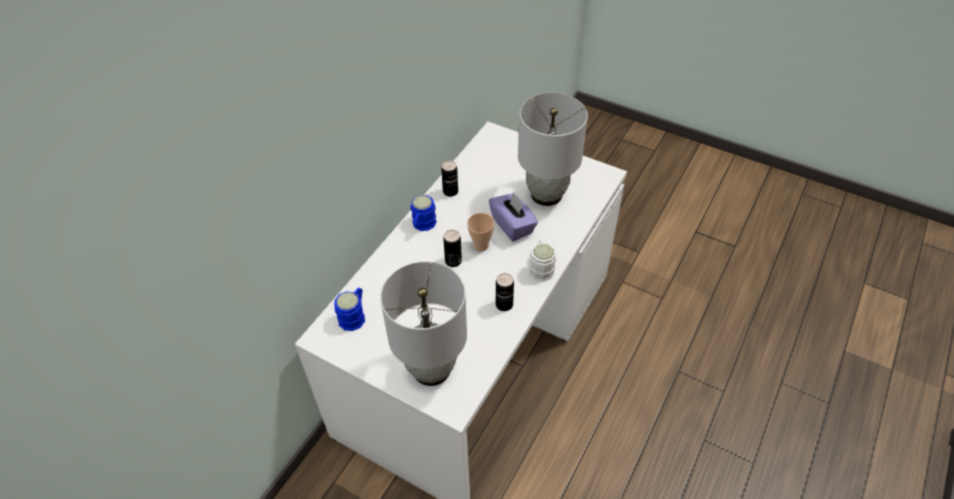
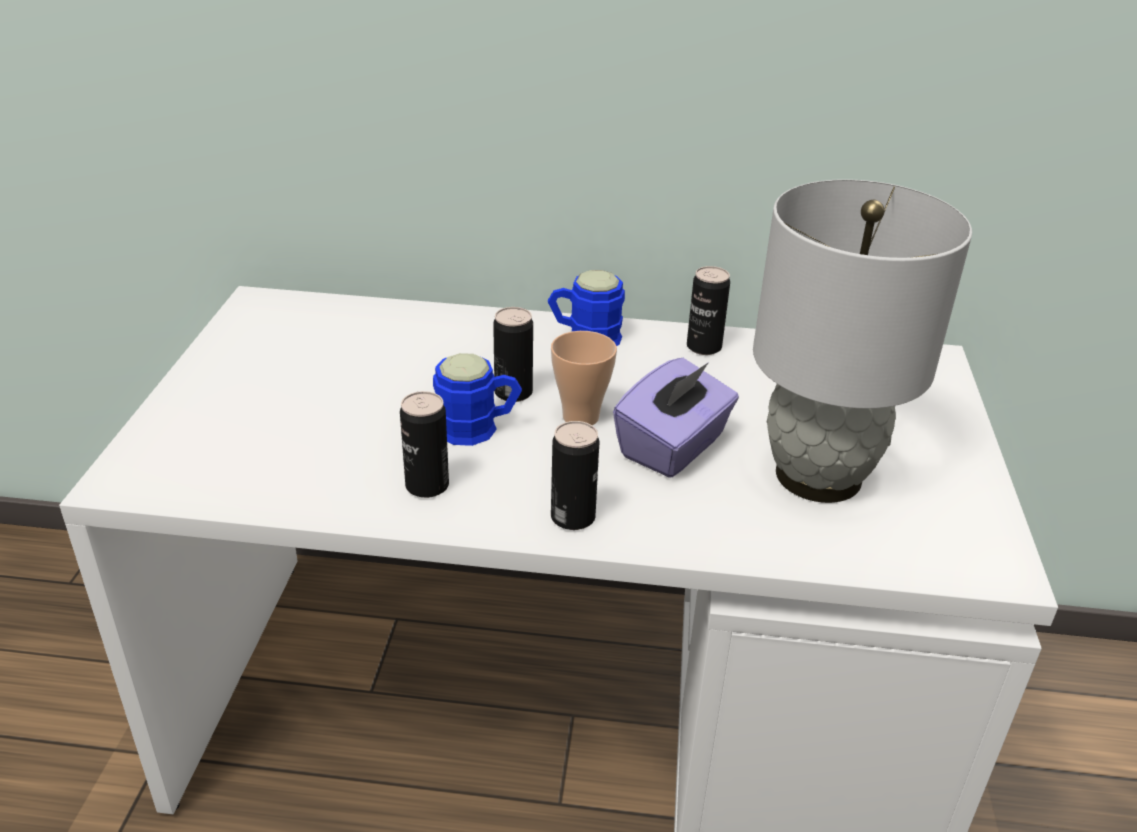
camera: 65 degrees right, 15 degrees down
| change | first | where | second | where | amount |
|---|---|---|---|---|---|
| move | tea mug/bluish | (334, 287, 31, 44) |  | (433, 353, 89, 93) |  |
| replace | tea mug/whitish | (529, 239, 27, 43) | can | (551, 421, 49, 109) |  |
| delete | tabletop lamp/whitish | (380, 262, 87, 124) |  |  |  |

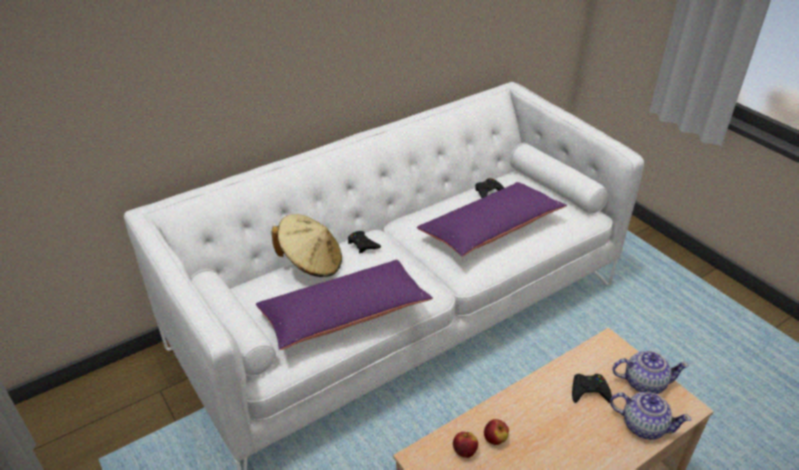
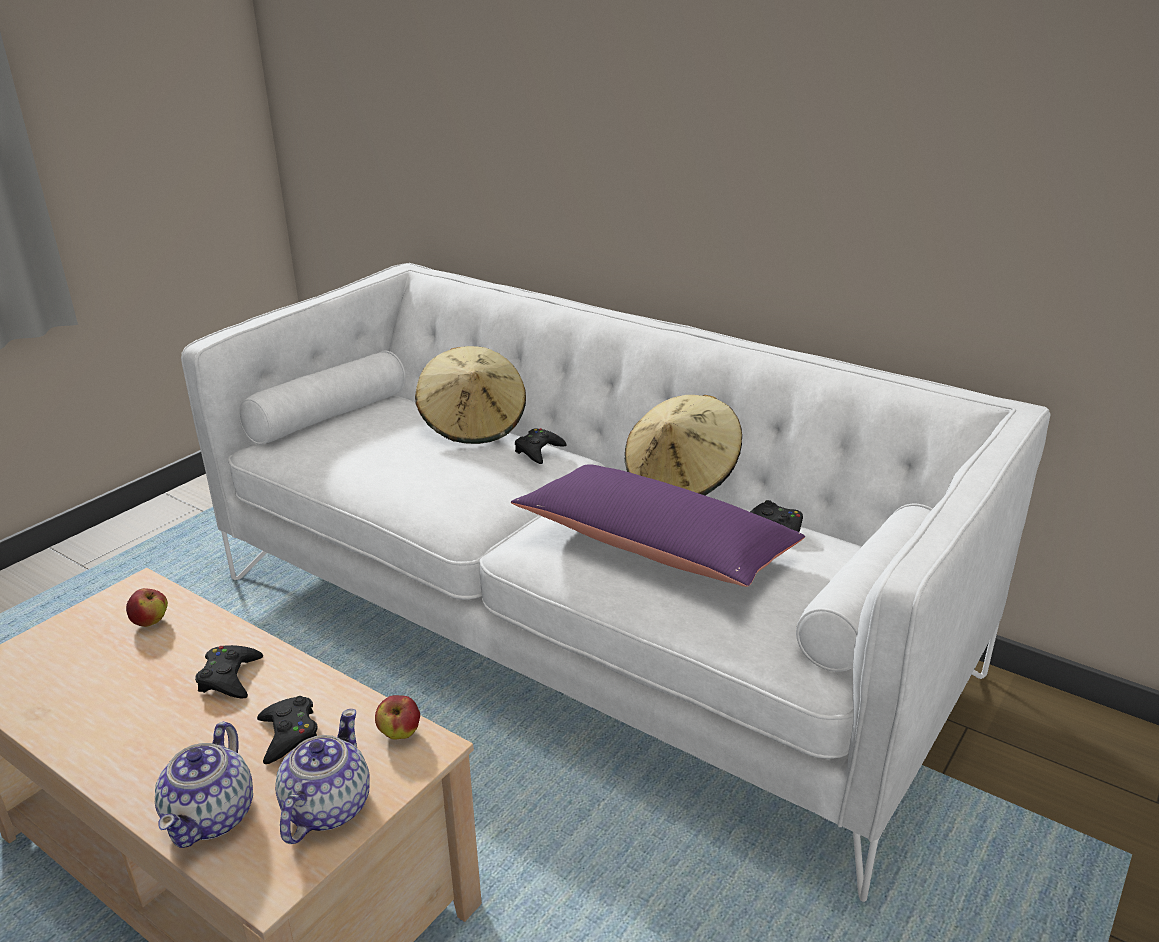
camera: 70 degrees right, 10 degrees down
| change | first | where | second | where | amount |
|---|---|---|---|---|---|
| insert |  |  | game controller/black-coloured | (195, 645, 68, 54) |  |
| rotate | pot for tea | (612, 351, 77, 43) |  | (275, 709, 95, 135) | 150 degrees counterclockwise |
| move | apple fruit | (484, 419, 25, 26) |  | (375, 695, 45, 45) |  |
| insert |  |  | wearable hat/beige-coloured | (625, 395, 117, 101) |  |
| delete | cushion/purplish | (256, 260, 177, 90) |  |  |  |

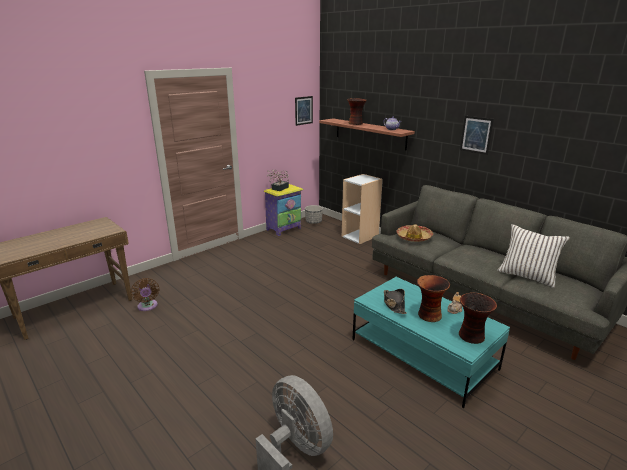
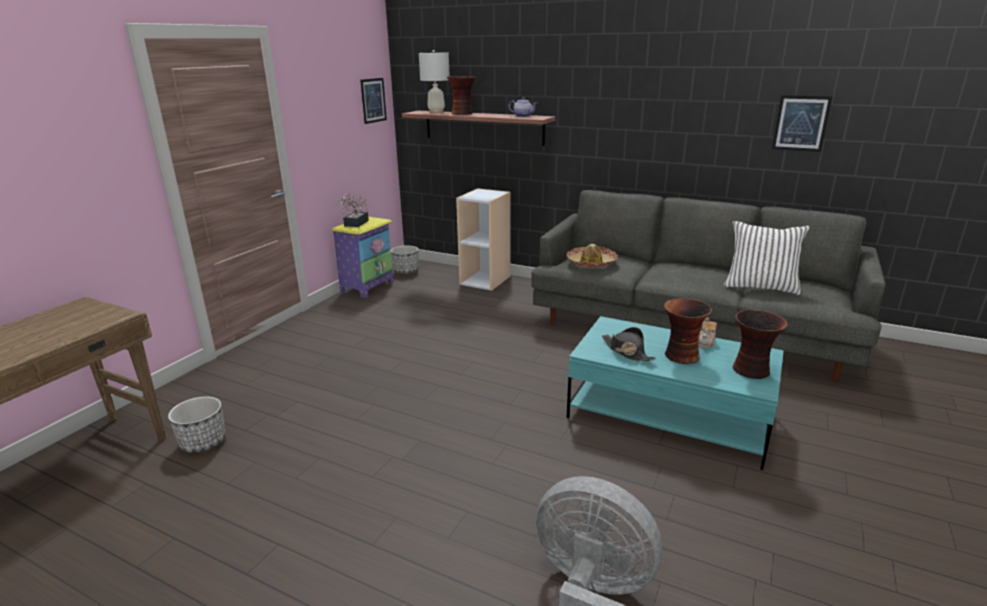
camera: 20 degrees left, 0 degrees up
| change | first | where | second | where | amount |
|---|---|---|---|---|---|
| replace | electric fan/brownish | (131, 278, 28, 33) | planter | (168, 396, 58, 57) |  |
| insert |  |  | tabletop lamp/whitish | (419, 50, 31, 63) |  |
| move | picture | (460, 116, 34, 39) |  | (772, 95, 61, 57) |  |

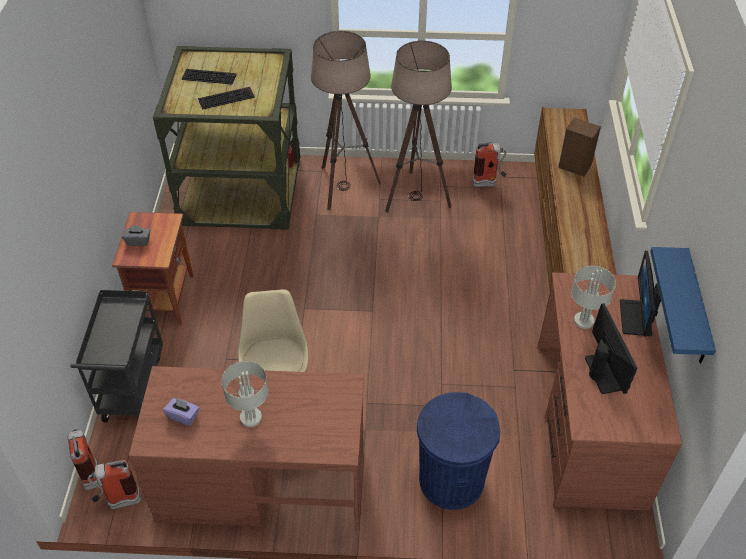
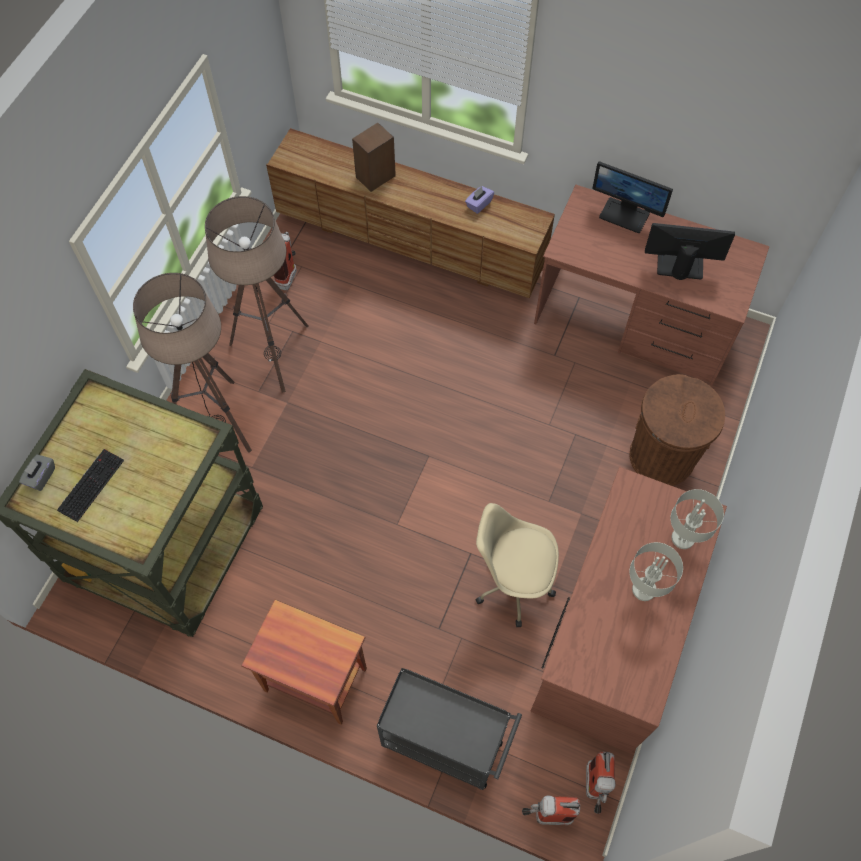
camera: 70 degrees left, 15 degrees up
| change | first | where | second | where | amount |
|---|---|---|---|---|---|
| move | box of tissues/grey | (122, 225, 28, 21) |  | (19, 454, 36, 37) |  |
| move | box of tissues/purplish | (163, 398, 36, 28) |  | (465, 186, 29, 28) |  |
| recolor | waste bin/bluish | (417, 392, 83, 118) | waste bin/brownish | (630, 374, 95, 112) |  |
| move | tabletop lamp/grey | (571, 266, 45, 63) |  | (670, 489, 54, 60) |  |
| delete | keyboard | (198, 87, 57, 23) |  |  |  |
| delete | wall shelf/bluish | (650, 247, 66, 116) |  |  |  |

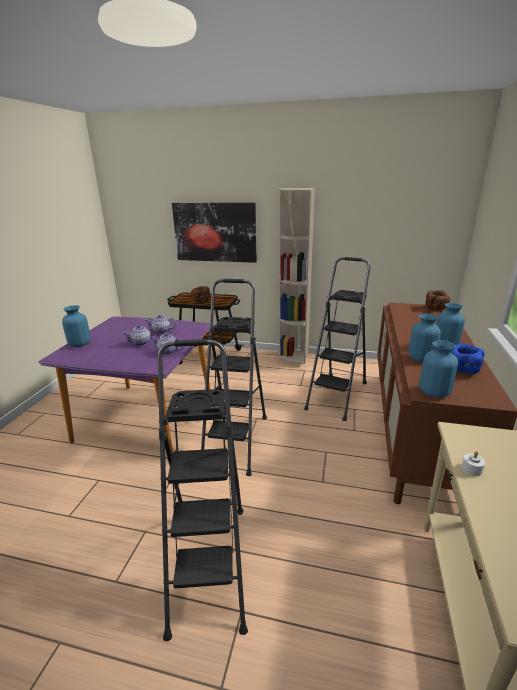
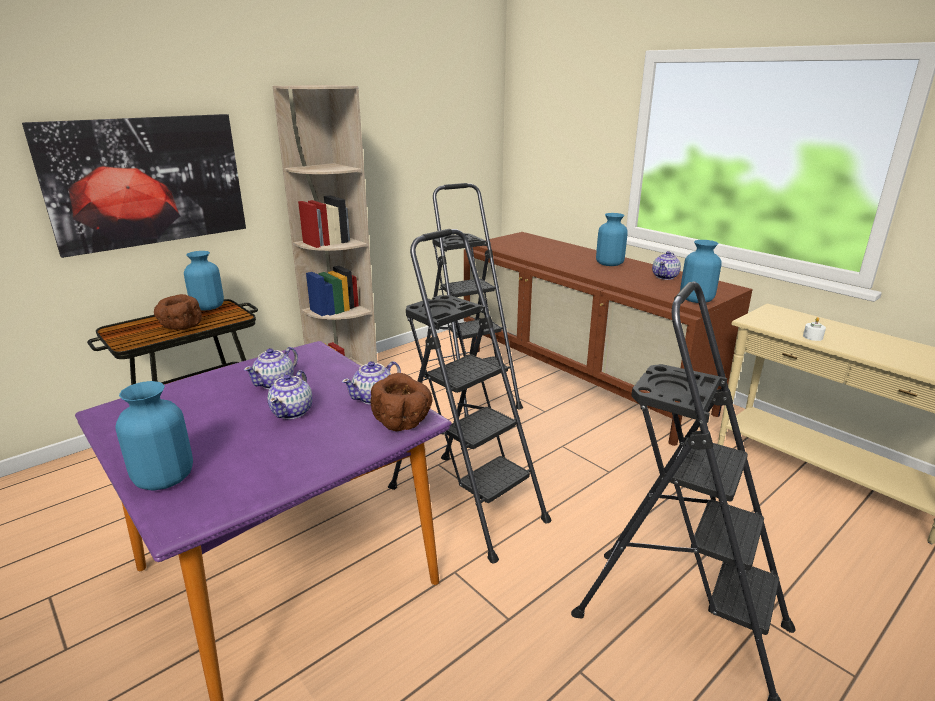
camera: 55 degrees left, 0 degrees up
| change | first | where | second | where | amount |
|---|---|---|---|---|---|
| move | vase/bluish | (408, 314, 33, 48) |  | (184, 251, 40, 60) |  |
| move | deep dish/brownish | (425, 290, 25, 20) |  | (371, 373, 62, 58) |  |
| replace | deep dish/bluish | (451, 343, 34, 31) | pot for tea | (652, 251, 29, 29) |  |

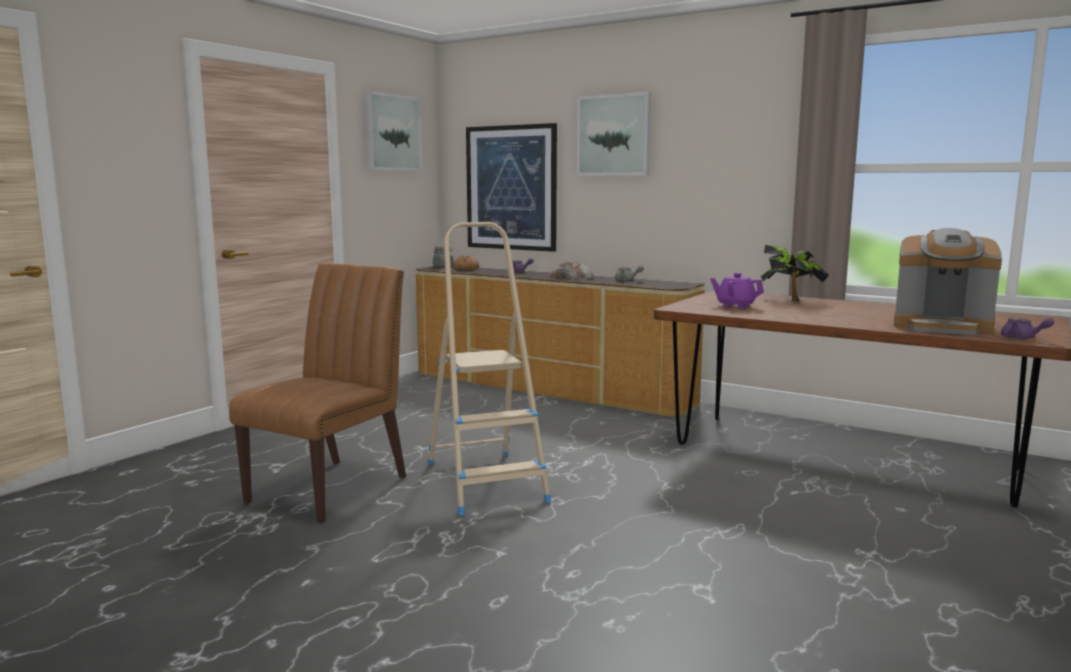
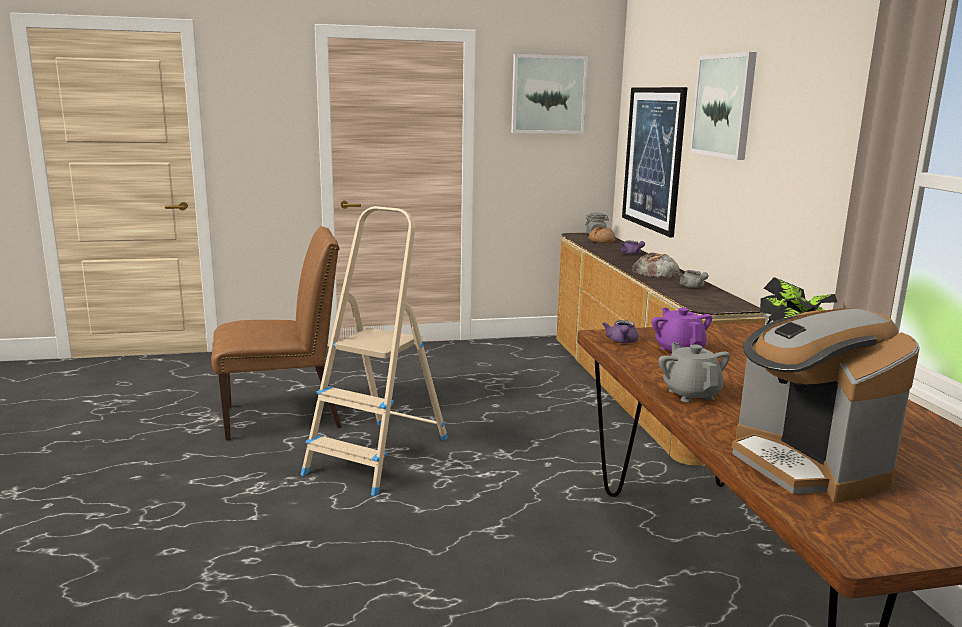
camera: 45 degrees right, 5 degrees up
| change | first | where | second | where | amount |
|---|---|---|---|---|---|
| move | pot for tea/purplish | (1001, 318, 53, 21) |  | (602, 320, 37, 23) |  |
| insert |  |  | pot for tea/grey | (659, 343, 71, 59) |  |

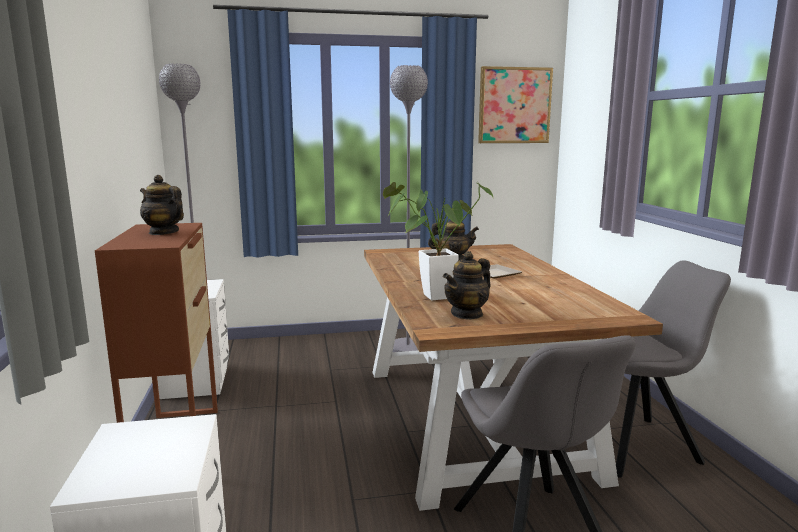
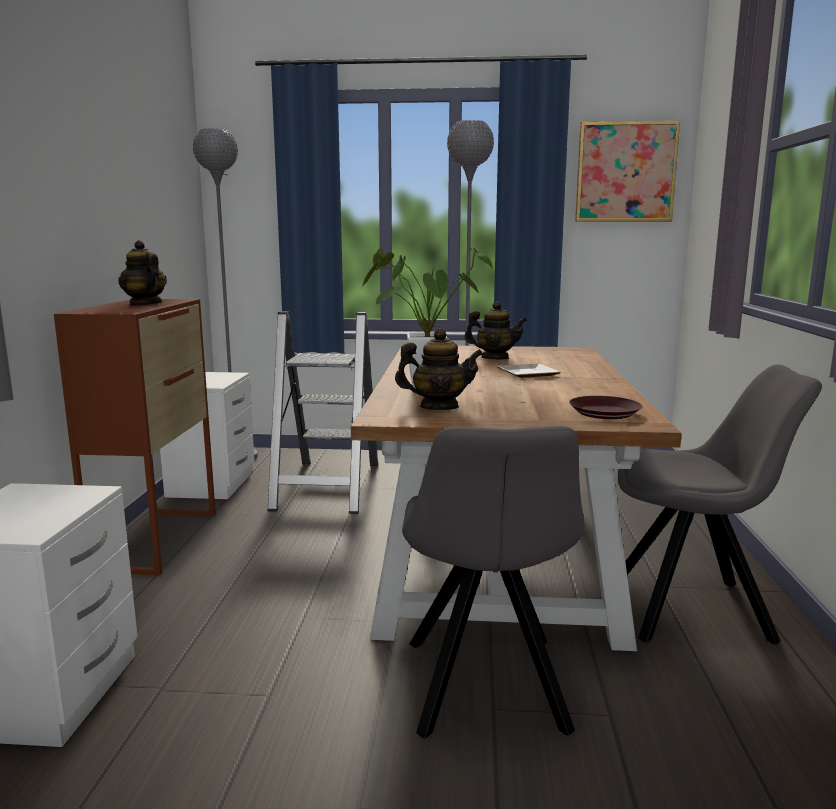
camera: 15 degrees right, 0 degrees up
| change | first | where | second | where | amount |
|---|---|---|---|---|---|
| insert |  |  | step ladder/grey | (267, 311, 111, 203) |  |
| rotate | pot for tea | (443, 251, 48, 69) |  | (395, 328, 88, 82) | 150 degrees counterclockwise |
| insert |  |  | plate/brownish | (569, 396, 73, 23) |  |

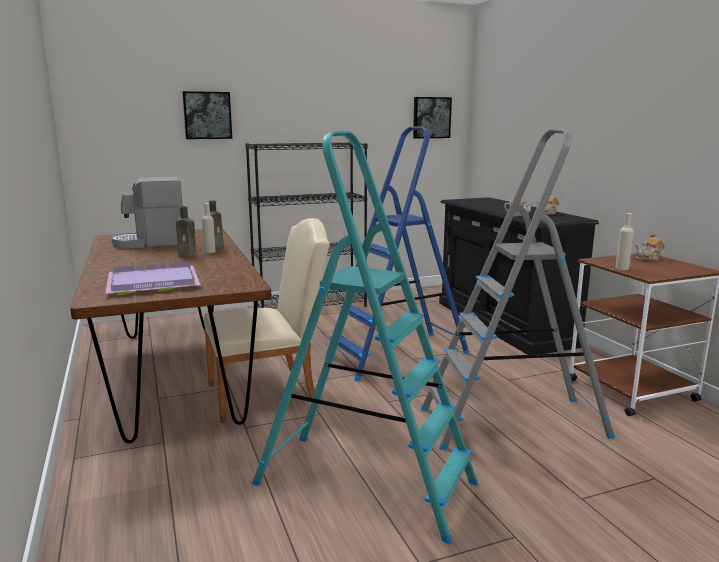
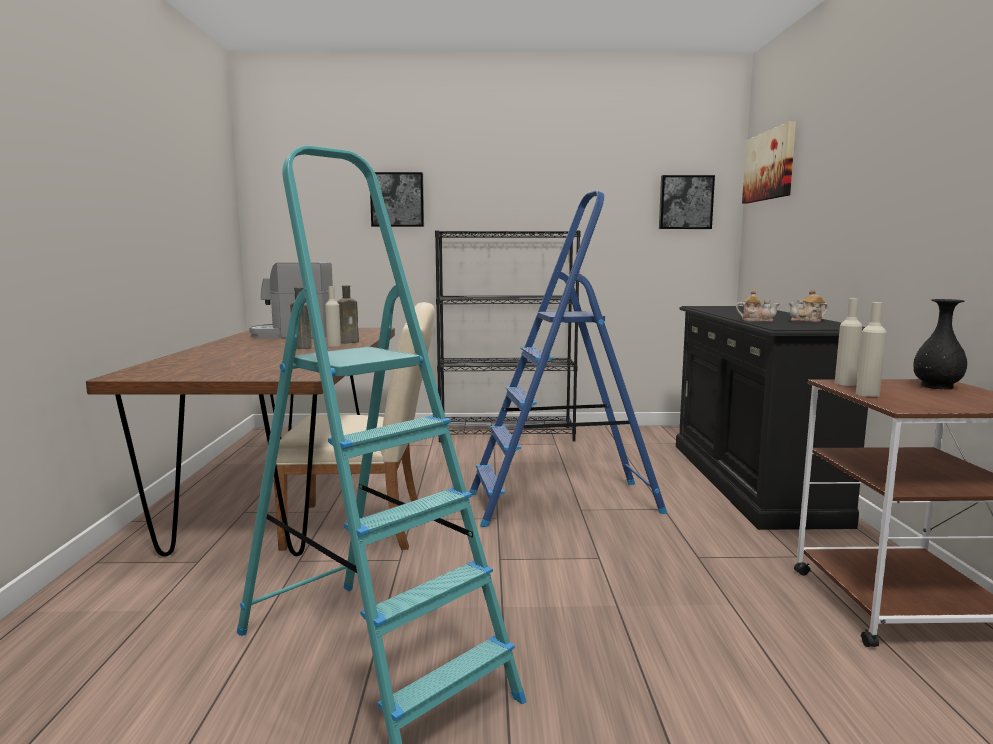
camera: 20 degrees right, 5 degrees down
| change | first | where | second | where | amount |
|---|---|---|---|---|---|
| insert |  |  | picture | (742, 121, 54, 83) |  |
| insert |  |  | beverage bottle/beige-coloured | (835, 299, 27, 87) |  |
| replace | pot for tea | (635, 233, 30, 28) | vase/black-coloured | (913, 299, 54, 90) |  |
| delete | tray/purplish | (105, 262, 96, 33) |  |  |  |
| delete | step ladder/grey | (421, 129, 194, 321) |  |  |  |

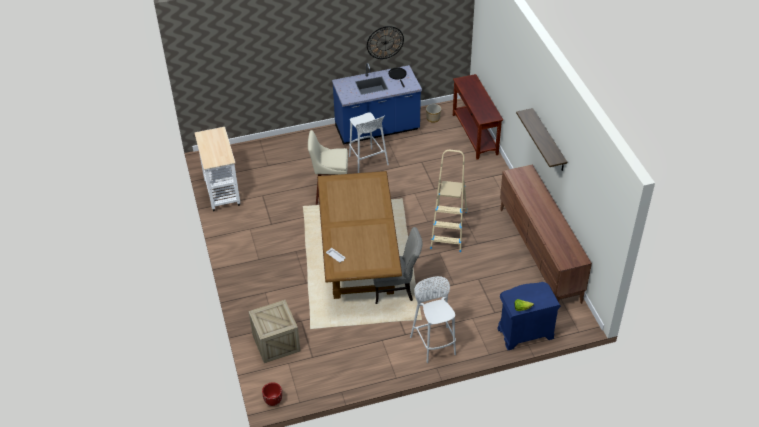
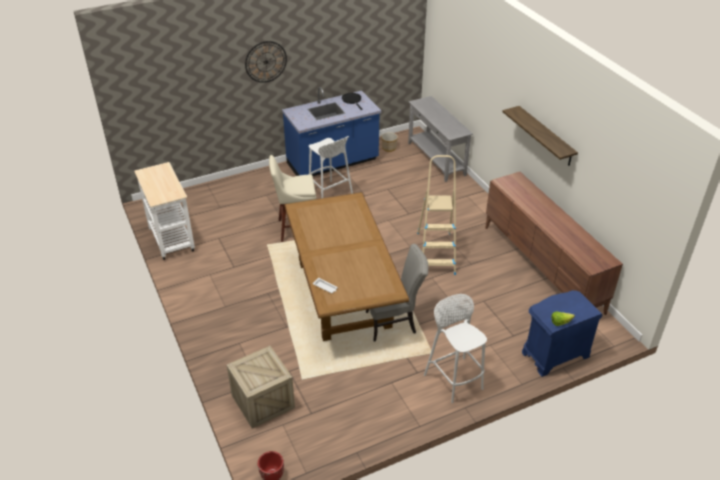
camera: 10 degrees left, 5 degrees down
| change | first | where | second | where | amount |
|---|---|---|---|---|---|
| move | wall clock | (367, 26, 37, 33) |  | (245, 41, 42, 42) |  |
| recolor | hall table/brownish | (453, 74, 50, 85) | hall table/grey | (408, 96, 65, 86) |  |

